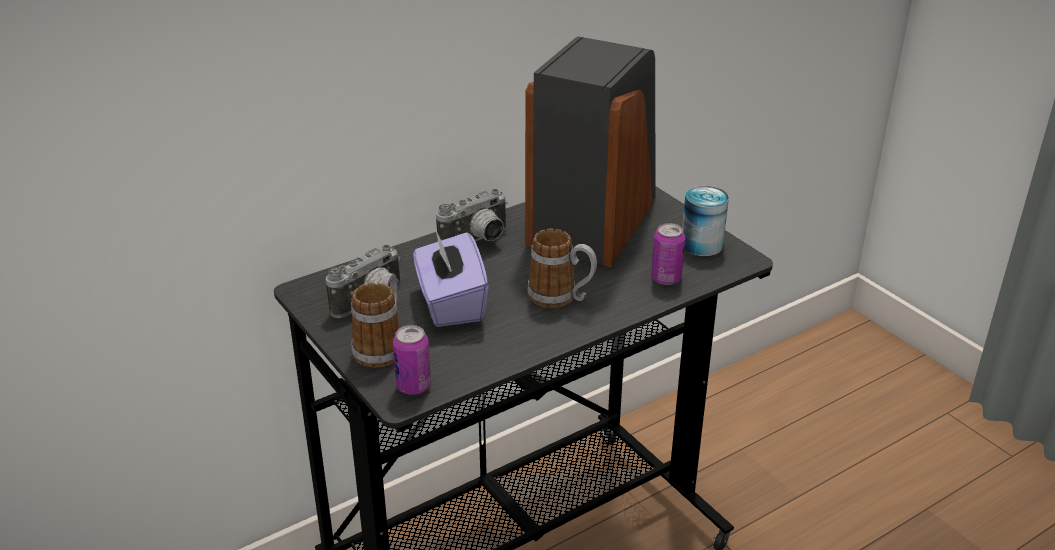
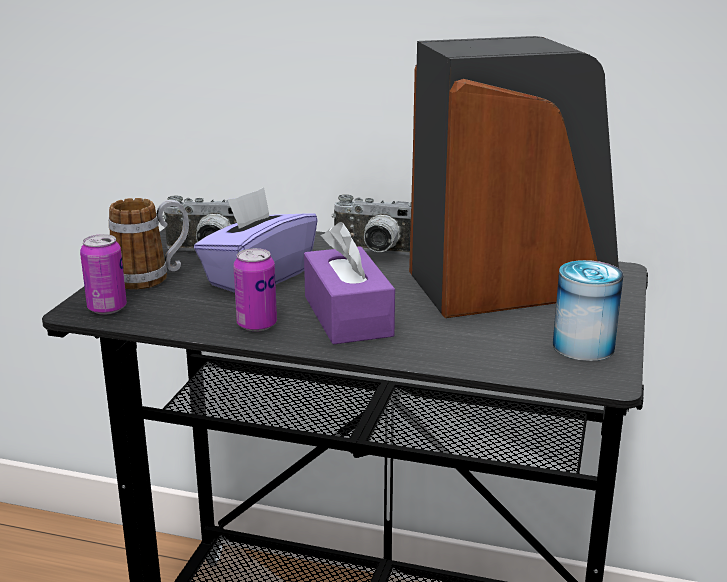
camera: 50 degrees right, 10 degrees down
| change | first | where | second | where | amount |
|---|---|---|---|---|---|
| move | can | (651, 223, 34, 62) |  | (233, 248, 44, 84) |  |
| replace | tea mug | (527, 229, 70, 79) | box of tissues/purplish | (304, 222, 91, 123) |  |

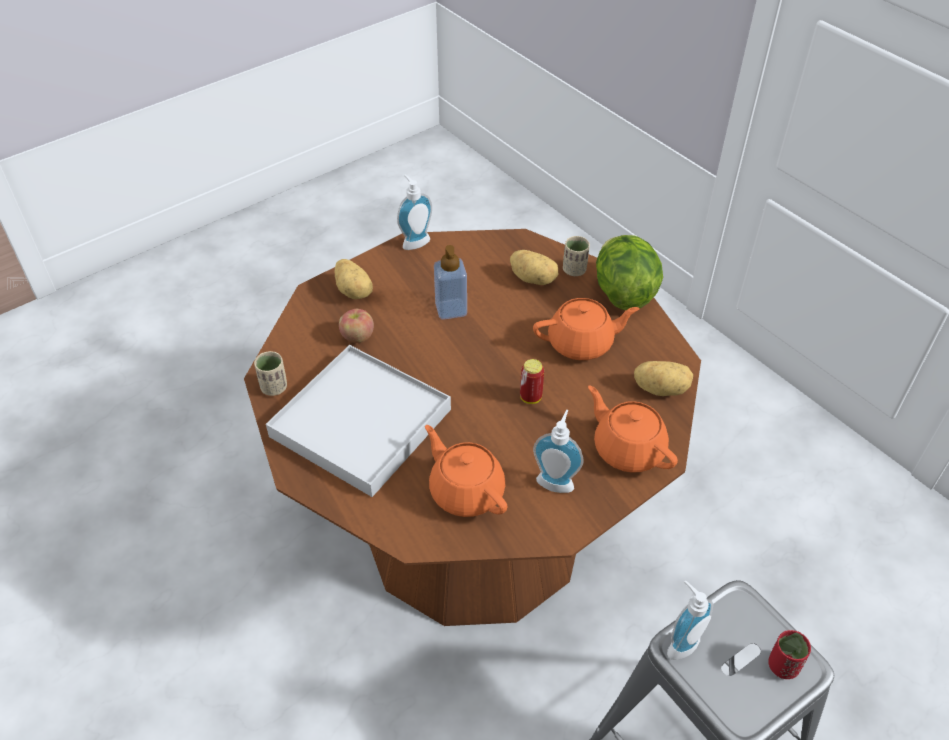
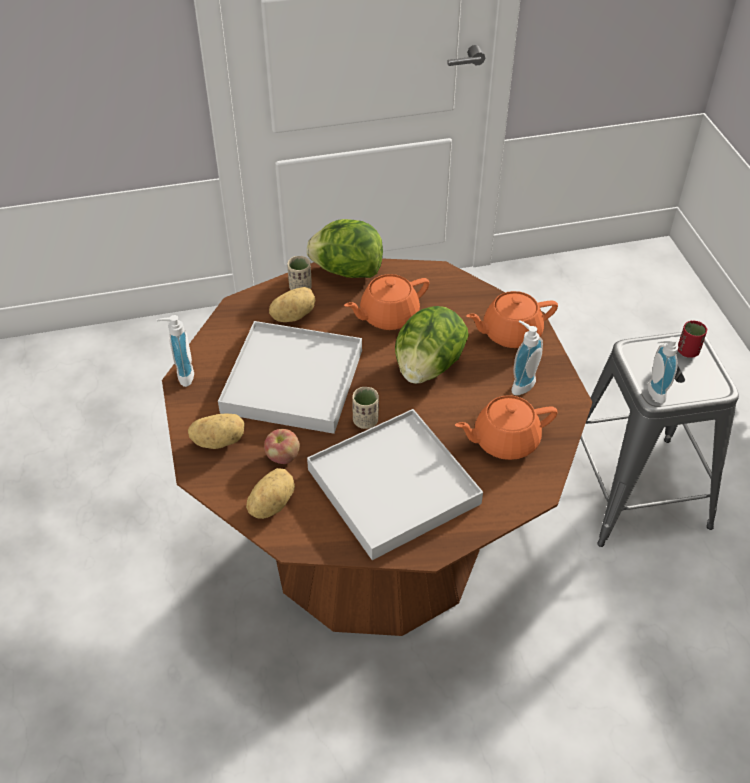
camera: 65 degrees left, 0 degrees up
| change | first | where | second | where | amount |
|---|---|---|---|---|---|
| replace | soap dispenser | (434, 245, 33, 75) | tray/whitish | (218, 321, 144, 113) |  |
| move | potato | (634, 361, 59, 35) |  | (246, 468, 49, 51) |  |
| rotate | pot for tea/orange | (533, 298, 107, 62) |  | (344, 274, 85, 56) | 135 degrees counterclockwise |
| move | small cup/beige-coloured | (254, 351, 33, 45) |  | (352, 387, 27, 42) |  |
| replace | can | (520, 359, 24, 45) | head of lettuce | (395, 306, 74, 78) |  |

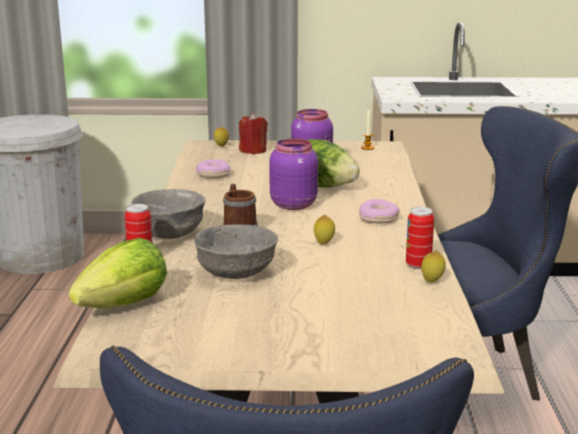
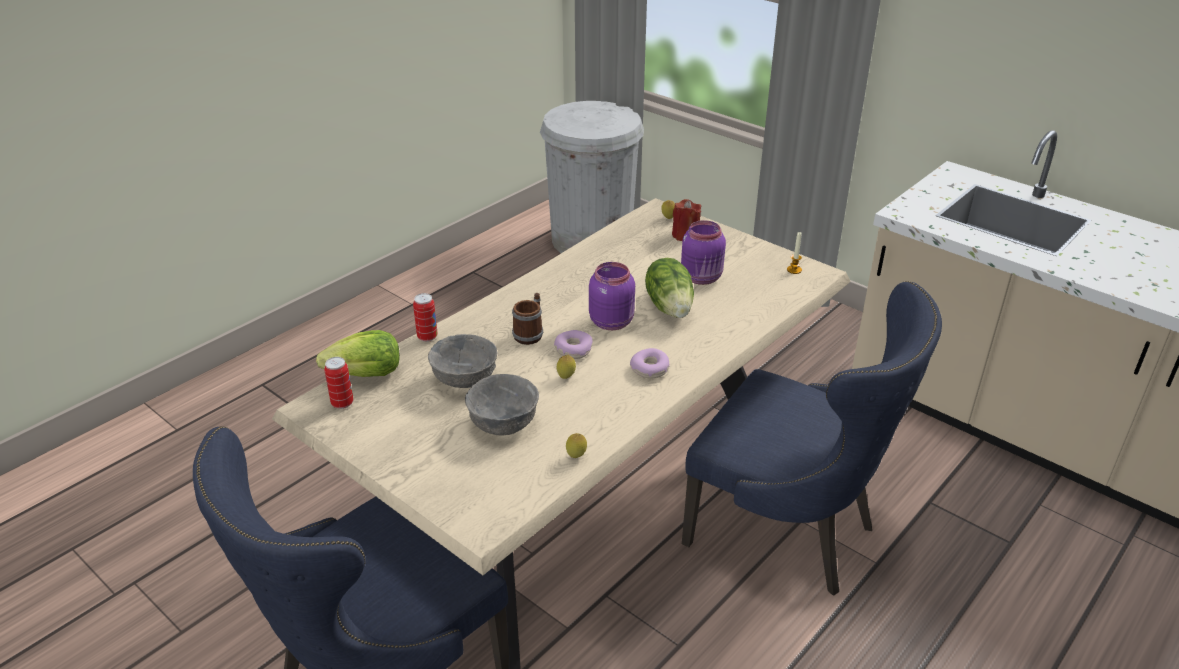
camera: 40 degrees right, 15 degrees up
| change | first | where | second | where | amount |
|---|---|---|---|---|---|
| move | can | (406, 207, 28, 62) |  | (324, 357, 29, 52) |  |
| move | deep dish/grey | (131, 189, 74, 50) |  | (465, 374, 74, 61) |  |
| move | ring doughnut | (196, 159, 35, 19) |  | (554, 330, 39, 29) |  |

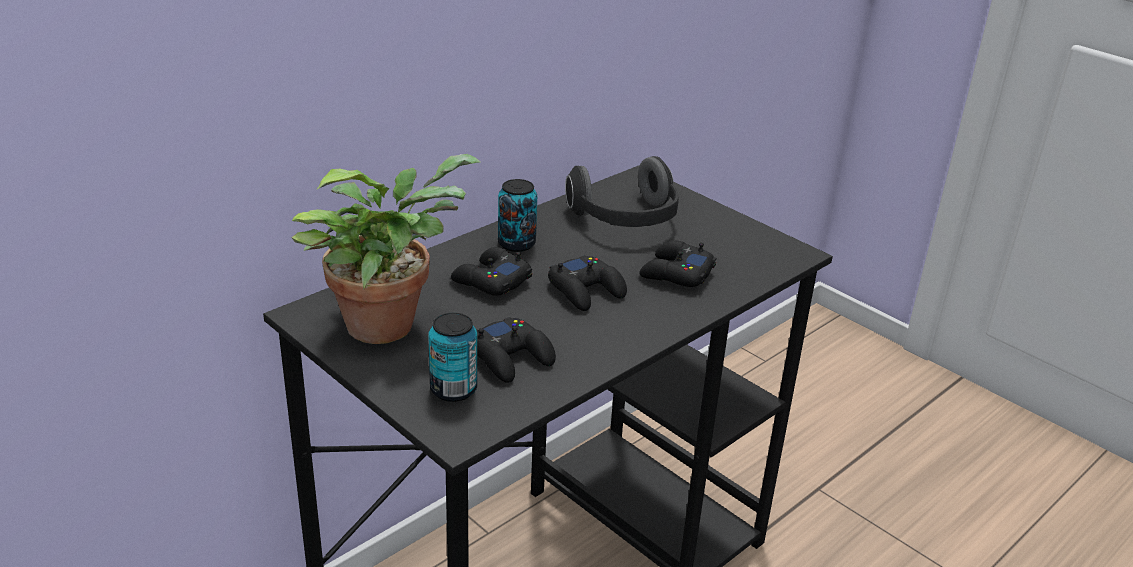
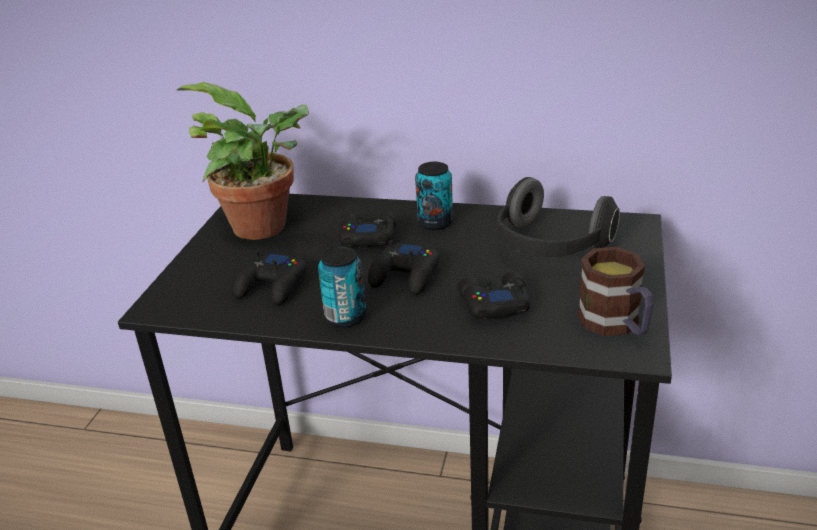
camera: 60 degrees right, 0 degrees up
| change | first | where | second | where | amount |
|---|---|---|---|---|---|
| move | can | (428, 312, 49, 90) |  | (318, 247, 49, 81) |  |
| insert |  |  | tea mug | (578, 247, 76, 89) |  |

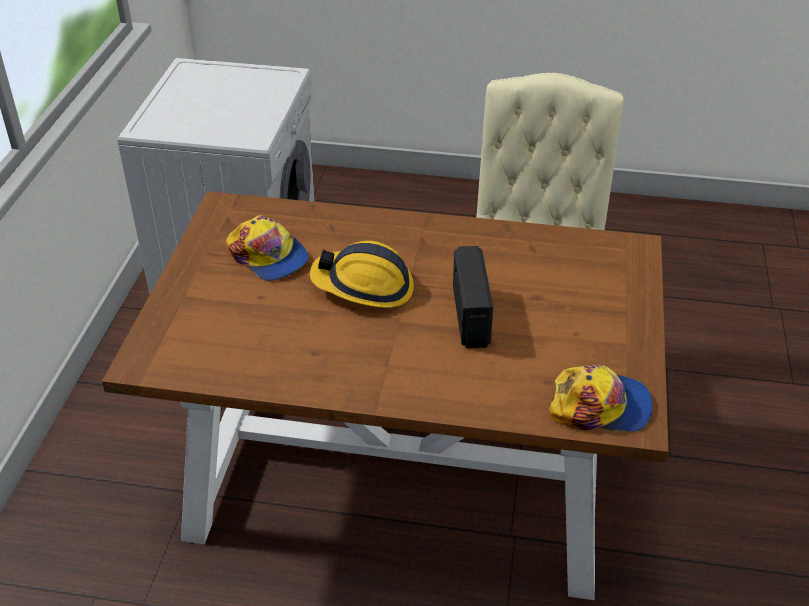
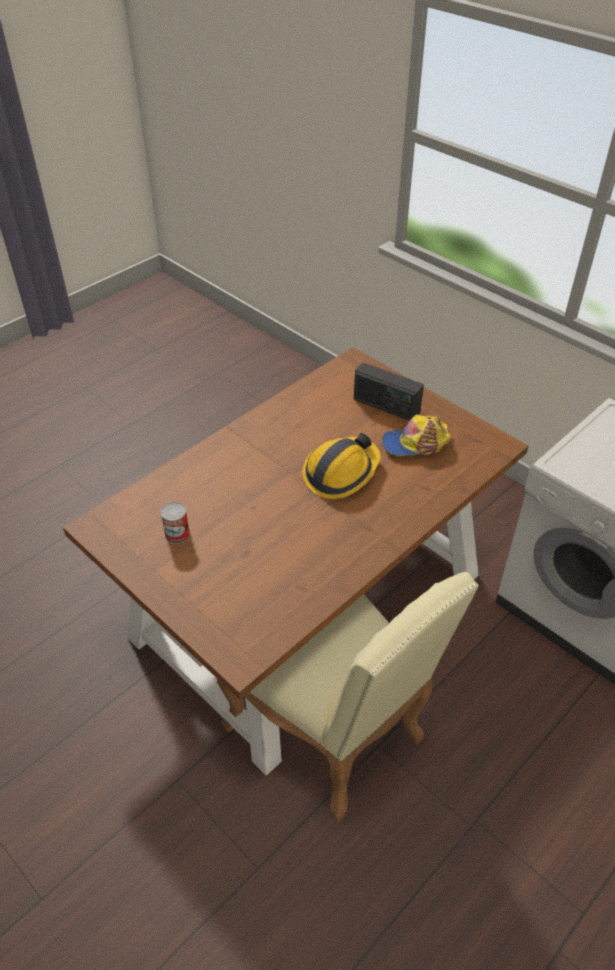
camera: 125 degrees right, 5 degrees up
| change | first | where | second | where | amount |
|---|---|---|---|---|---|
| insert |  |  | can | (160, 502, 30, 42) |  |
| move | radio receiver | (453, 246, 40, 102) |  | (354, 363, 70, 58) |  |
| delete | baseball cap | (549, 365, 104, 67) |  |  |  |

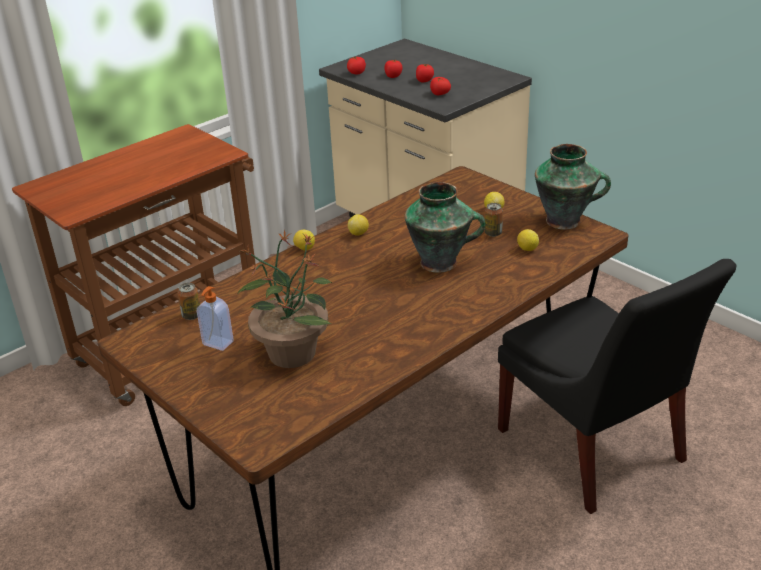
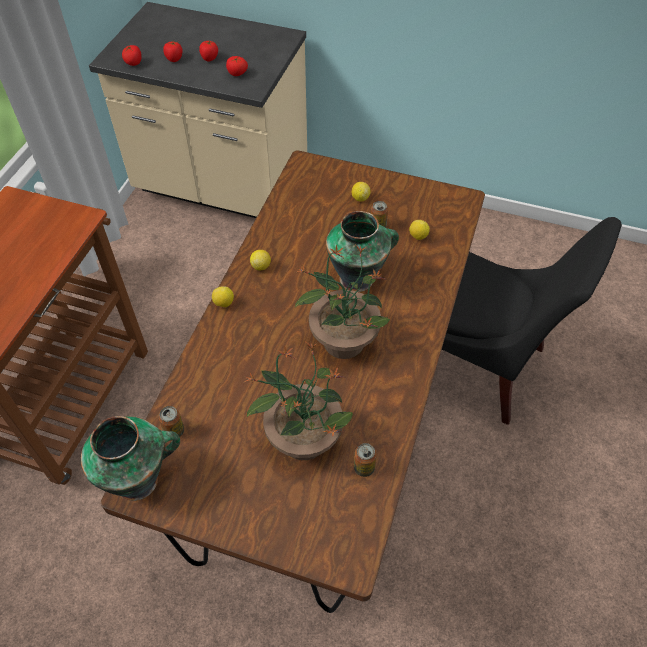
camera: 30 degrees left, 20 degrees up
| change | first | where | second | where | amount |
|---|---|---|---|---|---|
| move | vase | (535, 144, 76, 86) |  | (81, 416, 99, 85) |  |
| insert |  |  | plant in a pot | (295, 245, 95, 114) |  |
| insert |  |  | can | (354, 443, 23, 34) |  |
| delete | soap dispenser | (197, 286, 37, 65) |  |  |  |

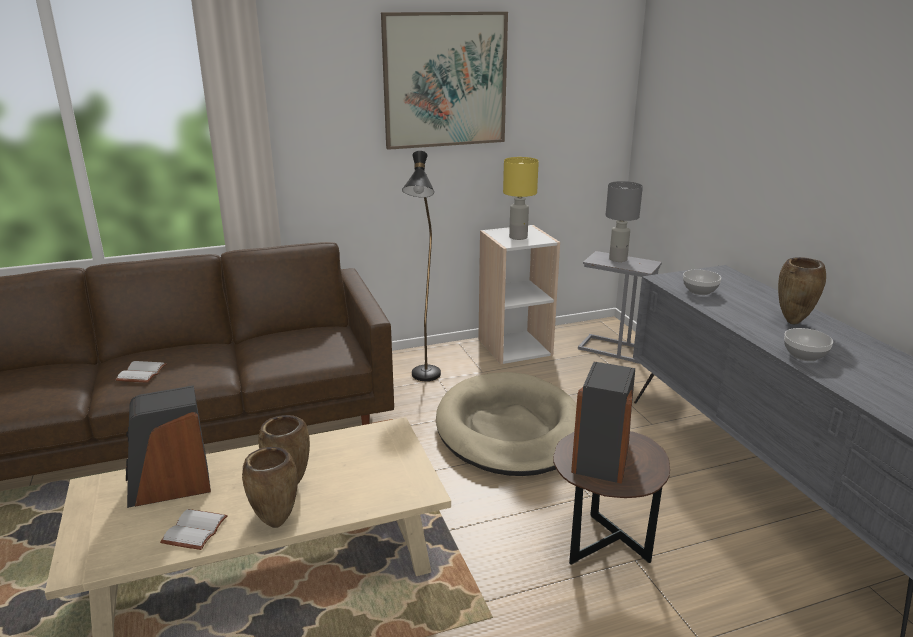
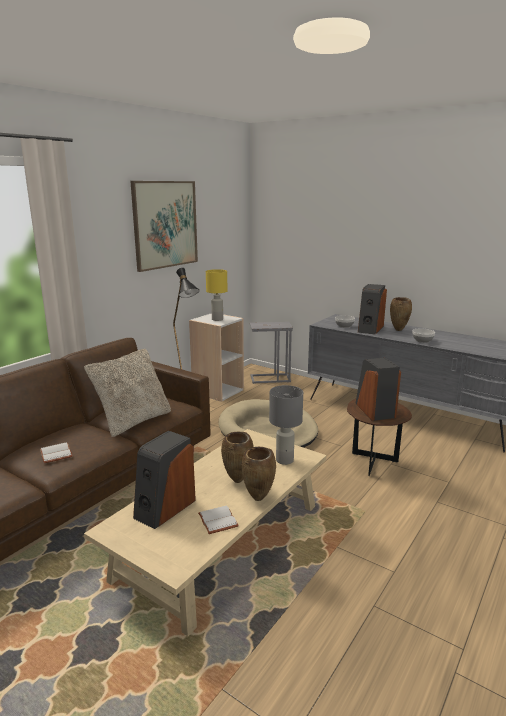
camera: 35 degrees left, 5 degrees down
| change | first | where | second | where | amount |
|---|---|---|---|---|---|
| insert |  |  | cushion/beige-coloured | (84, 349, 87, 88) |  |
| move | tabletop lamp/grey | (606, 181, 37, 81) |  | (269, 385, 34, 80) |  |
| insert |  |  | loudspeaker | (358, 284, 29, 50) |  |

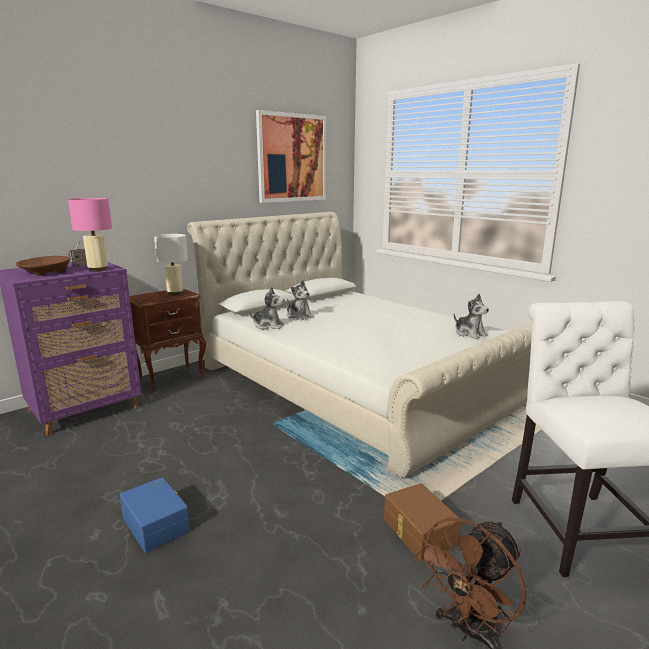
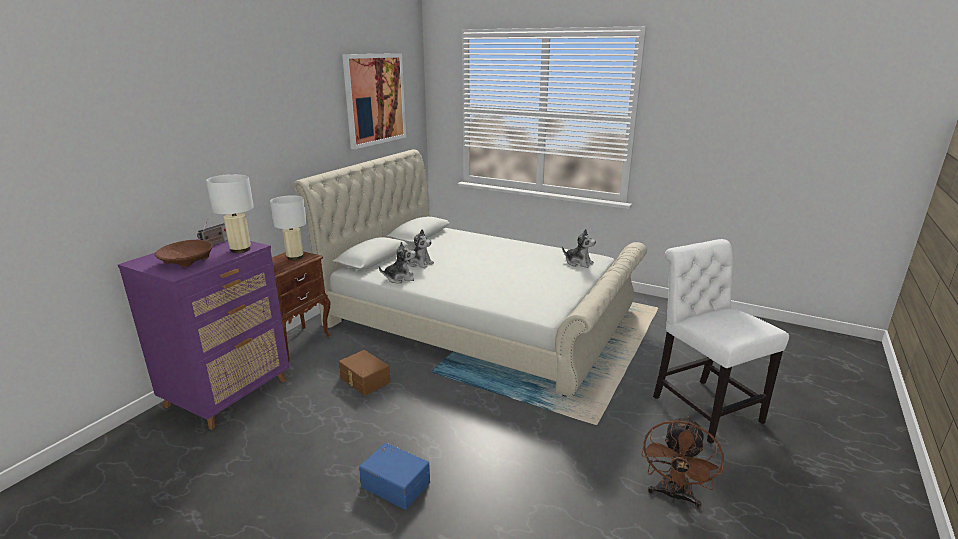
camera: 20 degrees left, 5 degrees up
| change | first | where | second | where | amount |
|---|---|---|---|---|---|
| recolor | tabletop lamp/pink-coloured | (68, 198, 44, 73) | tabletop lamp/whitish | (206, 174, 48, 79) |  |
| move | storage container/brownish | (384, 483, 77, 77) |  | (339, 350, 51, 46) |  |

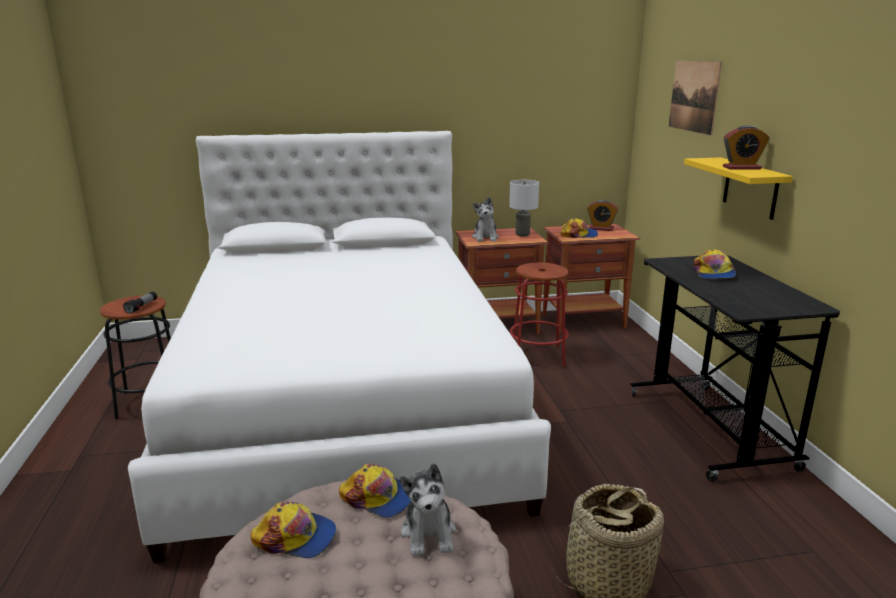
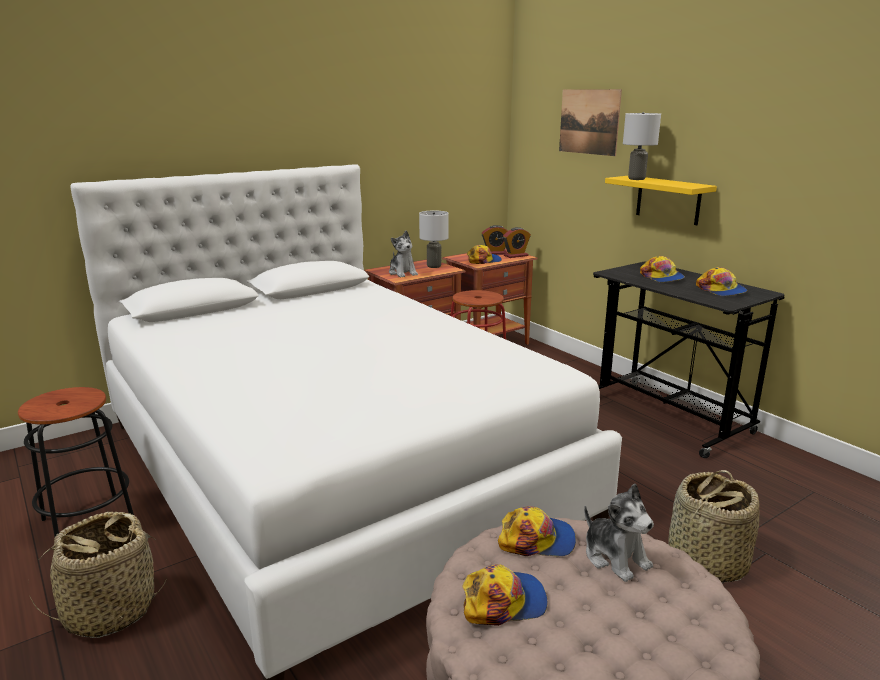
camera: 25 degrees left, 0 degrees up
| change | first | where | second | where | amount |
|---|---|---|---|---|---|
| insert |  |  | household basket | (28, 512, 139, 126) |  |
| move | table clock | (723, 125, 47, 45) |  | (503, 227, 28, 31) |  |
| insert |  |  | tabletop lamp/whitish | (623, 112, 38, 68) |  |
| insert |  |  | baseball cap | (696, 267, 51, 29) |  |
| delete | torch | (123, 292, 34, 22) |  |  |  |

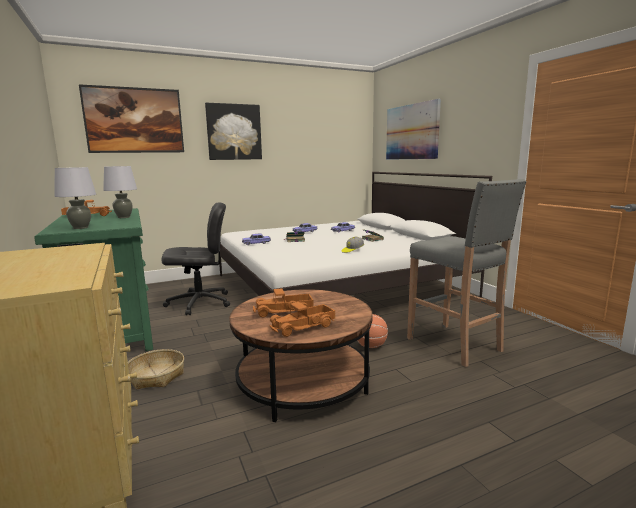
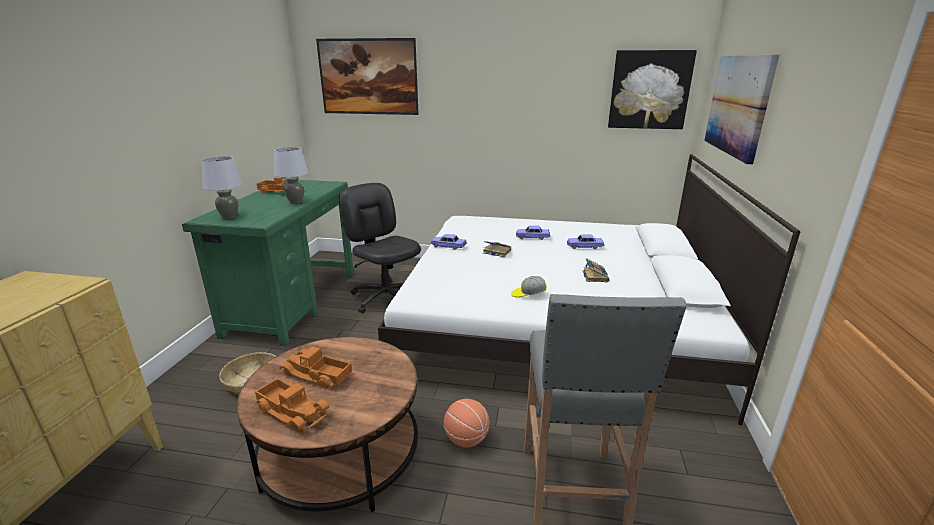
camera: 35 degrees right, 10 degrees up
| change | first | where | second | where | amount |
|---|---|---|---|---|---|
| rotate | toy lorry | (269, 302, 66, 35) |  | (255, 378, 74, 54) | 150 degrees counterclockwise |
| rotate | office chair/black-coloured | (161, 202, 69, 113) |  | (339, 183, 82, 130) | 150 degrees counterclockwise |
| move | picture | (205, 103, 57, 57) |  | (608, 50, 89, 79) |  |

